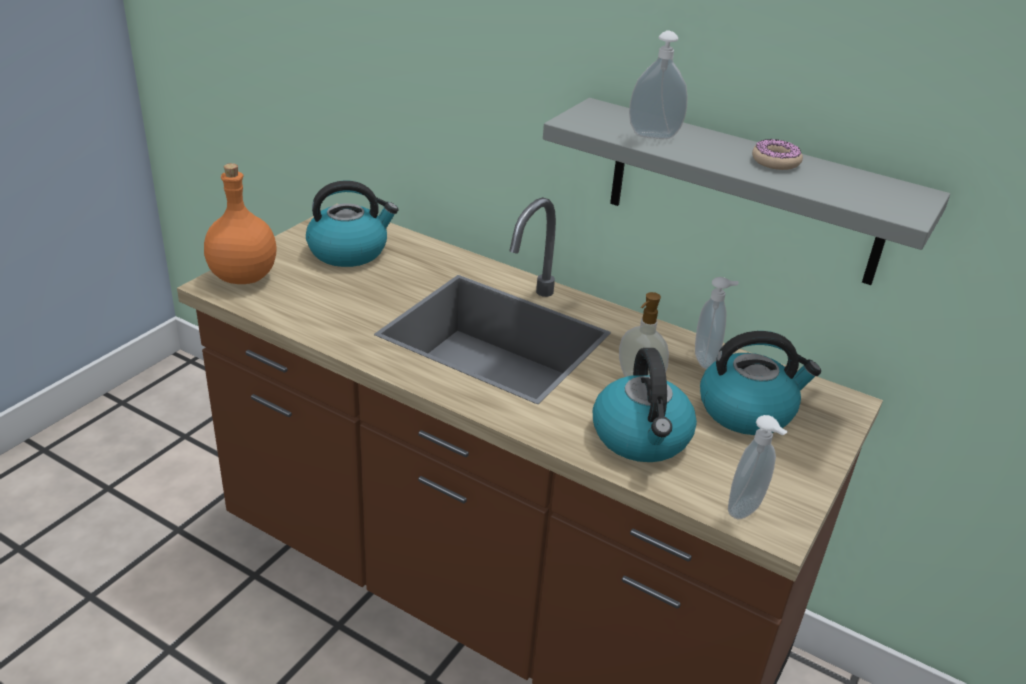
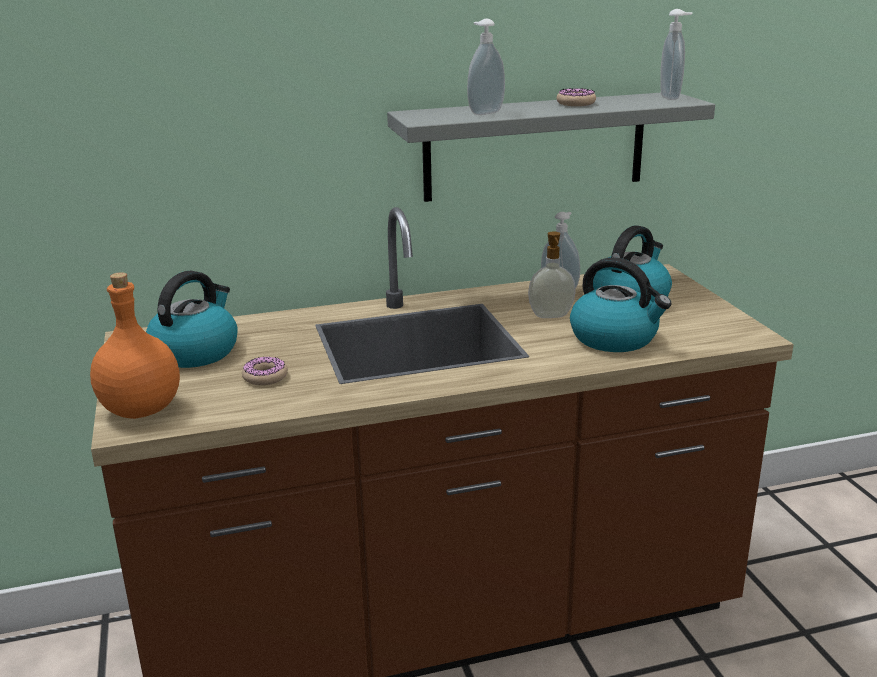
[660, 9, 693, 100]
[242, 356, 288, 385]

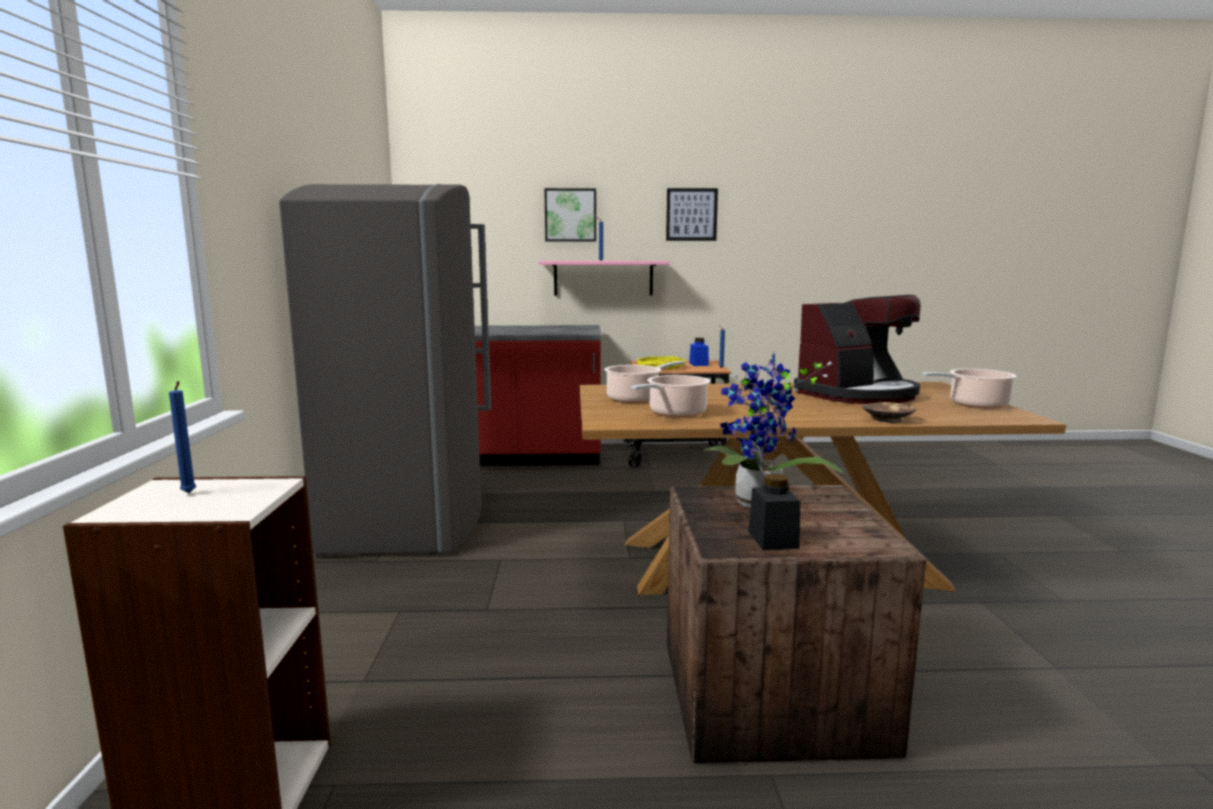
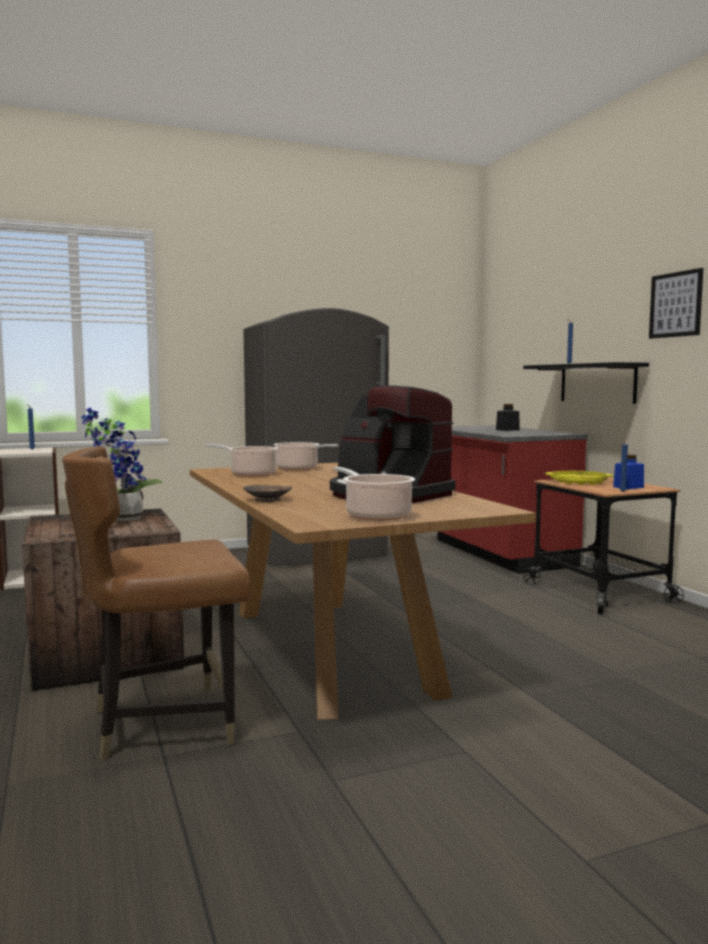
[544, 188, 596, 242] (first image)
[523, 362, 649, 404]
[496, 404, 520, 431]
[62, 446, 251, 760]

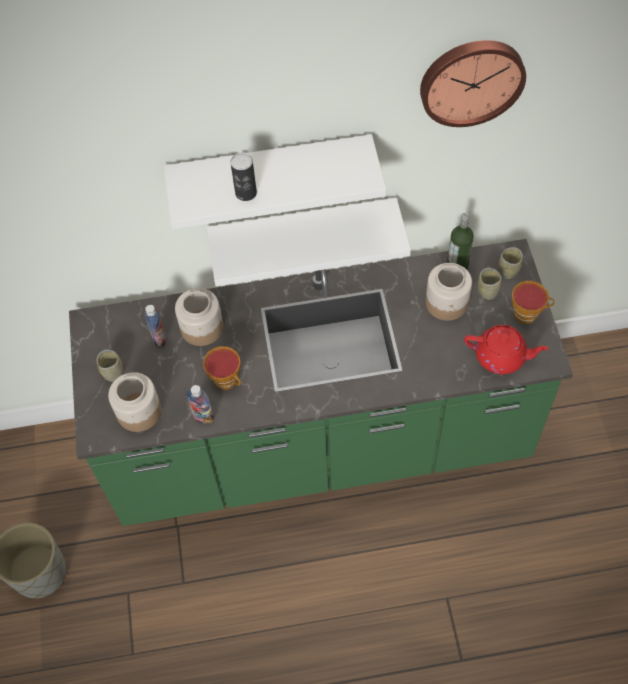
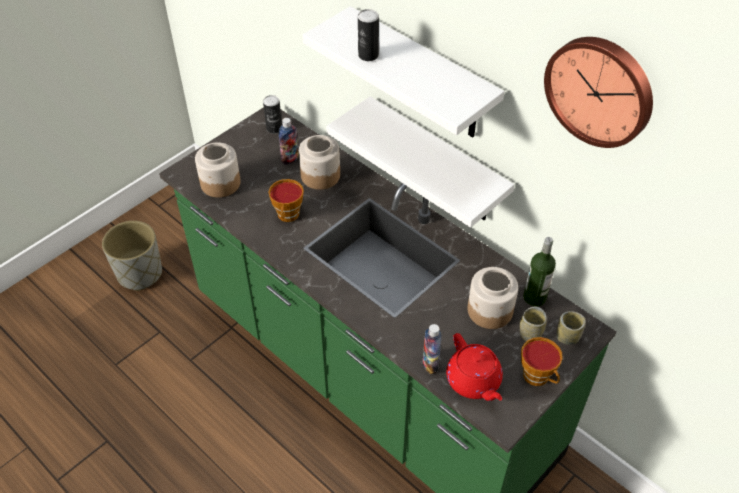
[96, 350, 123, 382] (first image)
[423, 324, 442, 374]
[263, 95, 282, 134]

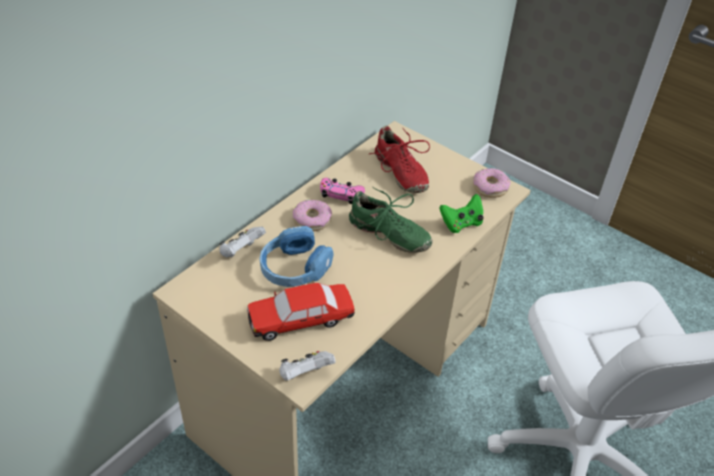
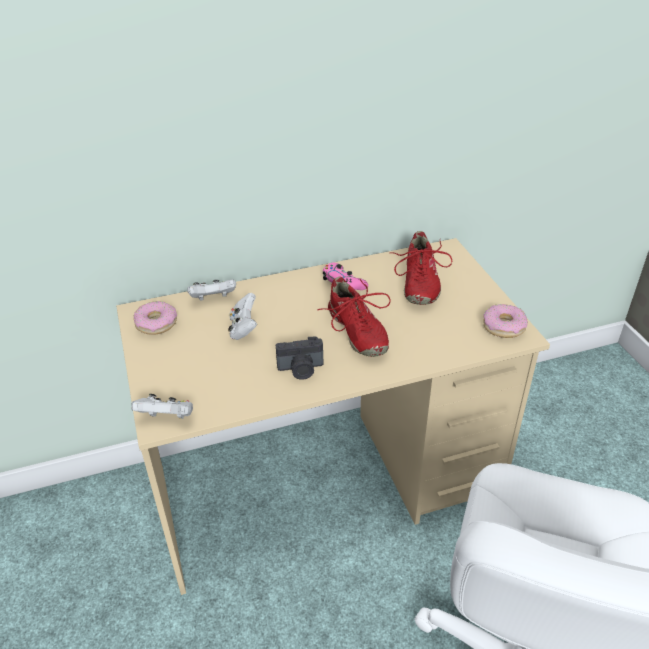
[318, 277, 391, 357]
[439, 194, 484, 233] (first image)
[134, 301, 177, 335]
[228, 293, 257, 340]
[247, 283, 355, 341] (first image)
[276, 337, 323, 380]

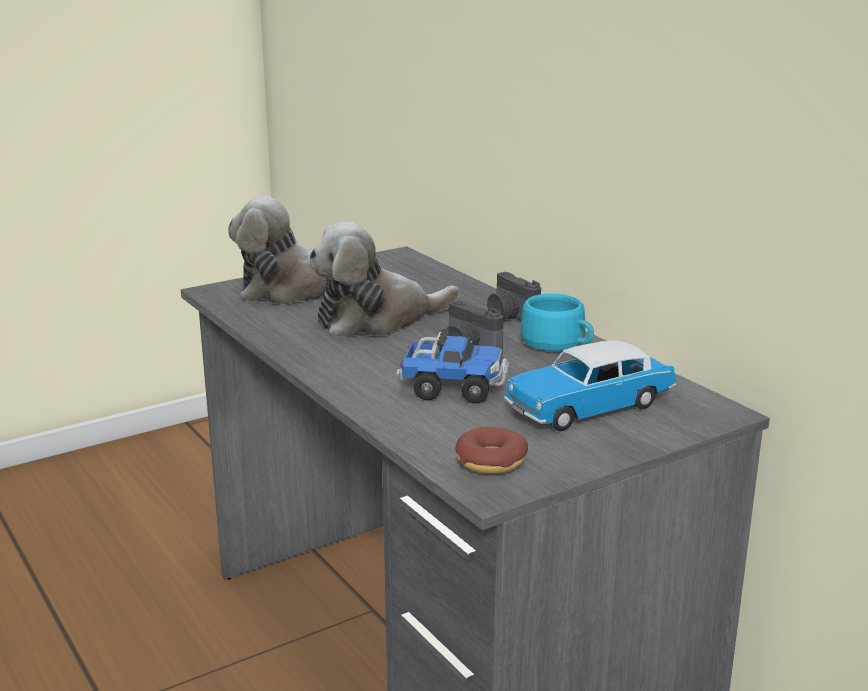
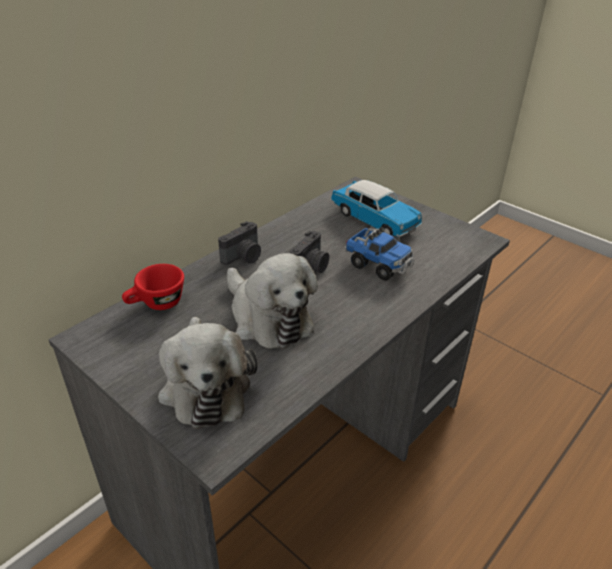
[520, 294, 594, 351] (first image)
[345, 227, 414, 281]
[455, 427, 528, 474] (first image)
[122, 264, 184, 310]

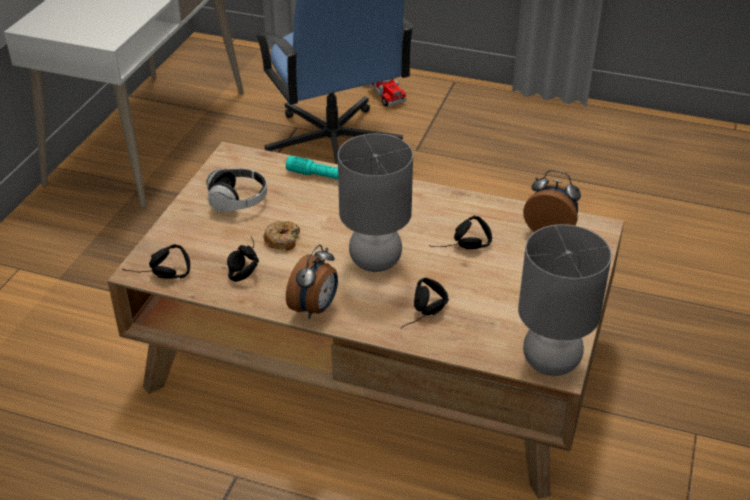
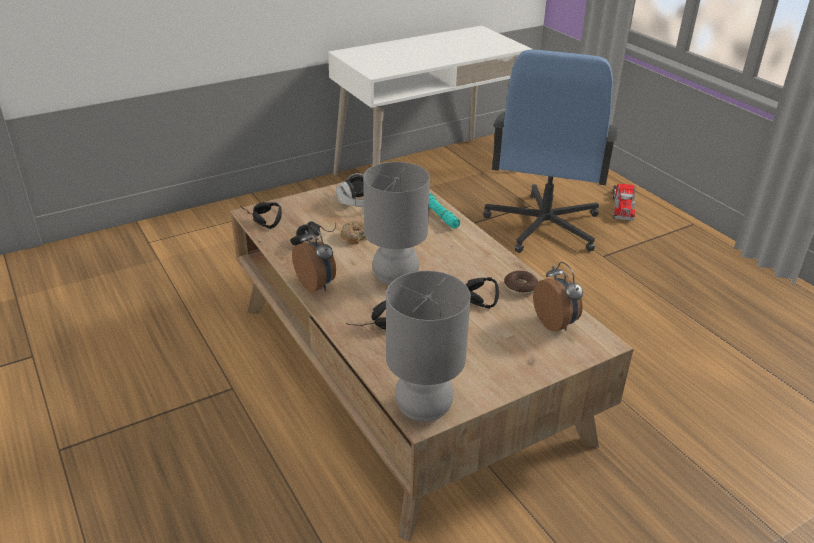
[292, 226, 336, 292]
[504, 271, 538, 296]

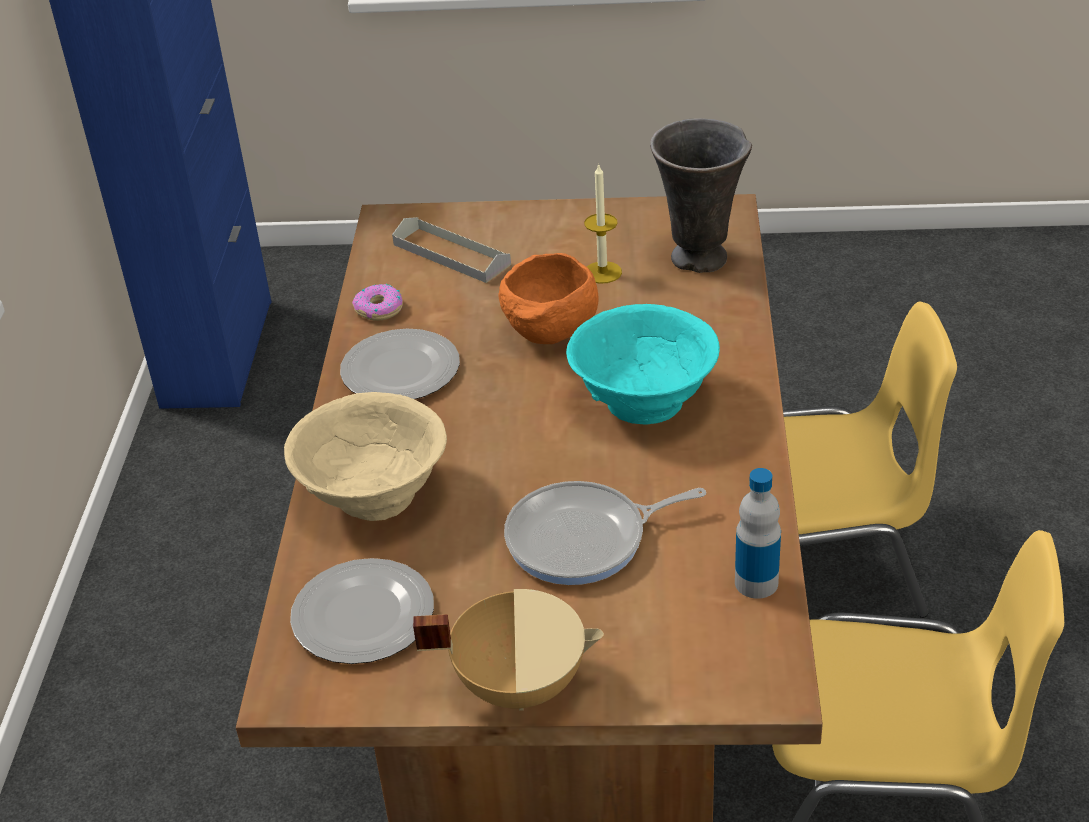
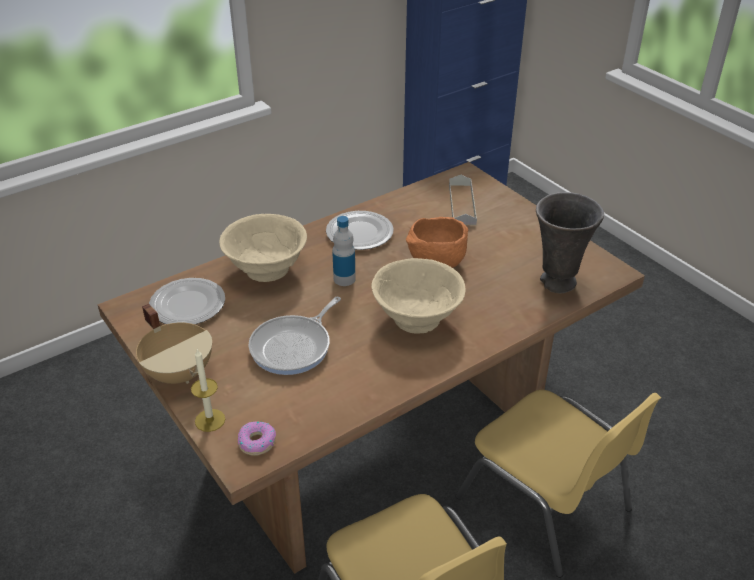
[191, 349, 225, 432]
[238, 421, 276, 456]
[371, 258, 466, 334]
[332, 216, 356, 286]
[249, 297, 341, 375]

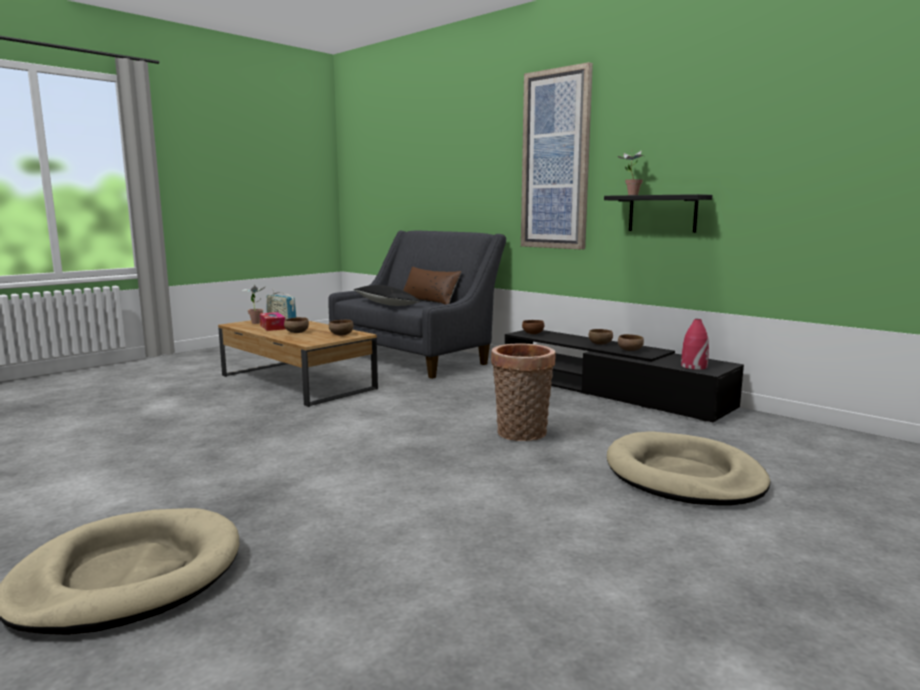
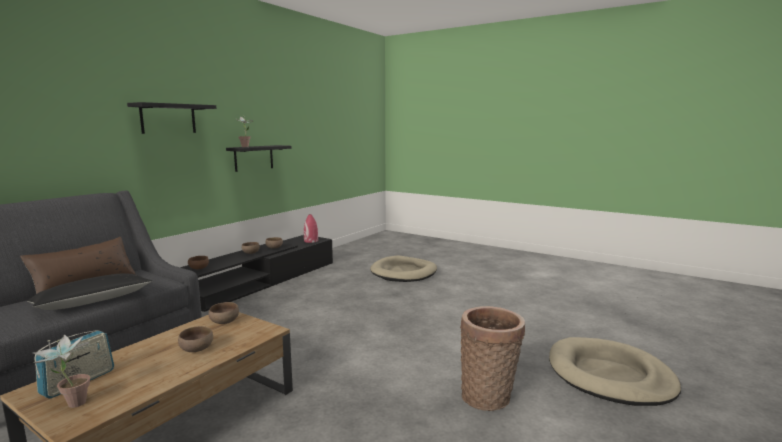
[127, 102, 217, 134]
[260, 312, 286, 331] (first image)
[460, 306, 525, 411]

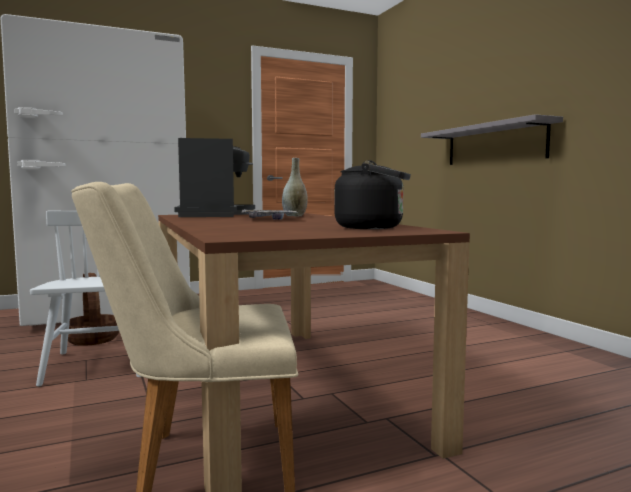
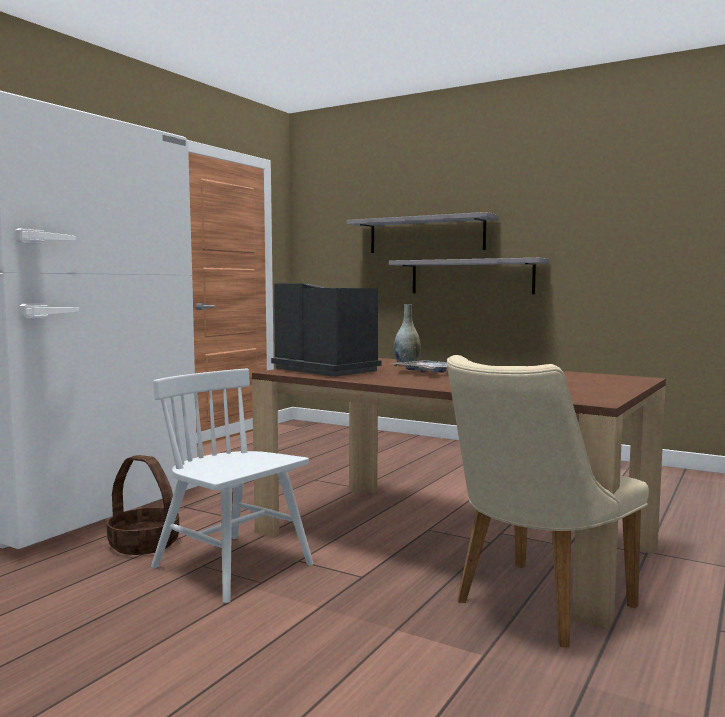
[334, 160, 411, 229] (first image)
[347, 212, 499, 253]

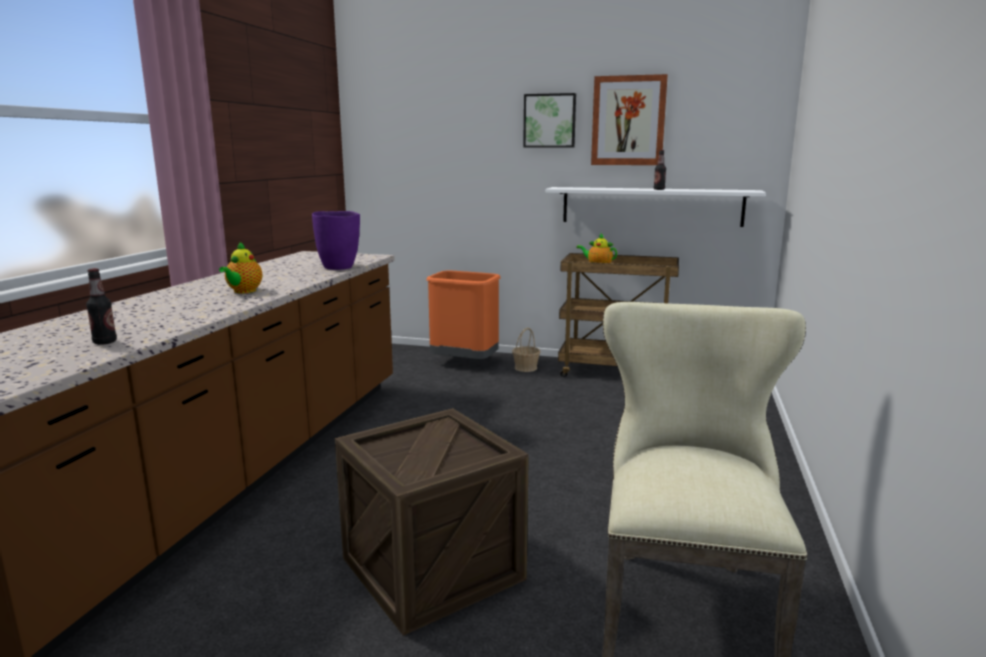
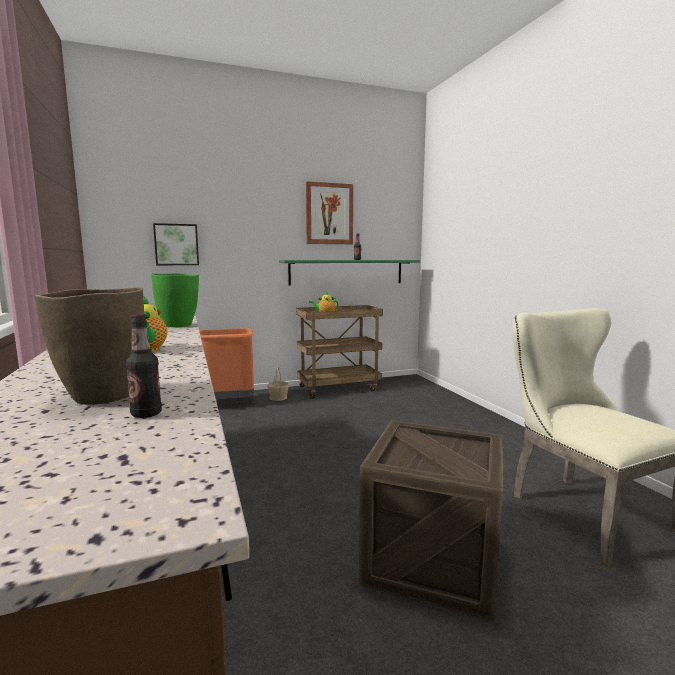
[153, 223, 199, 265]
[279, 260, 420, 286]
[151, 273, 199, 327]
[34, 287, 144, 405]

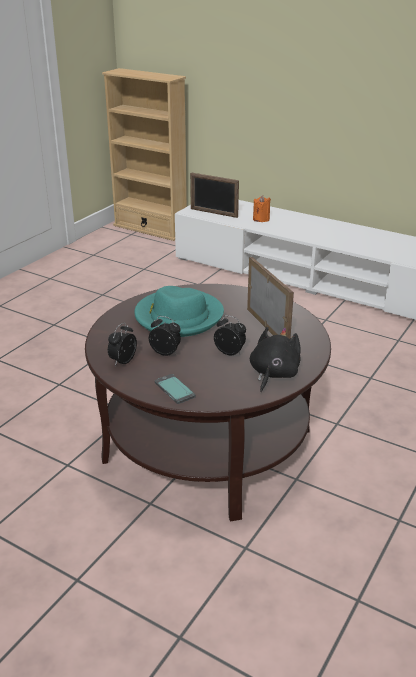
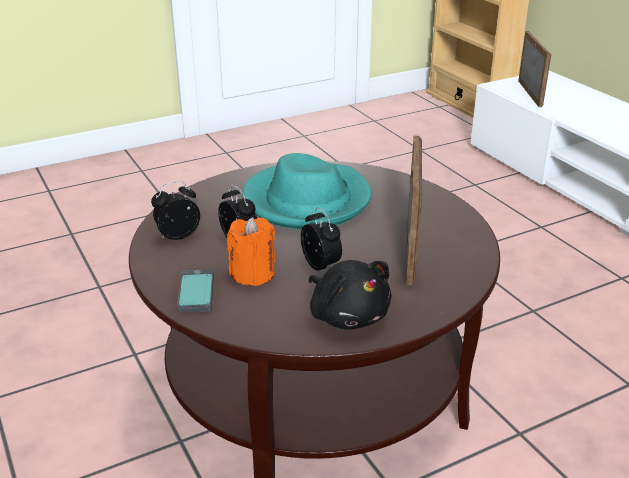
[518, 31, 551, 107]
[227, 217, 275, 286]
[309, 260, 392, 330]

